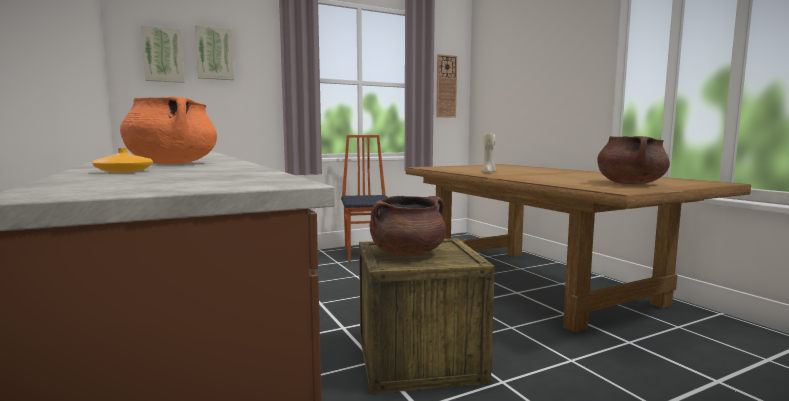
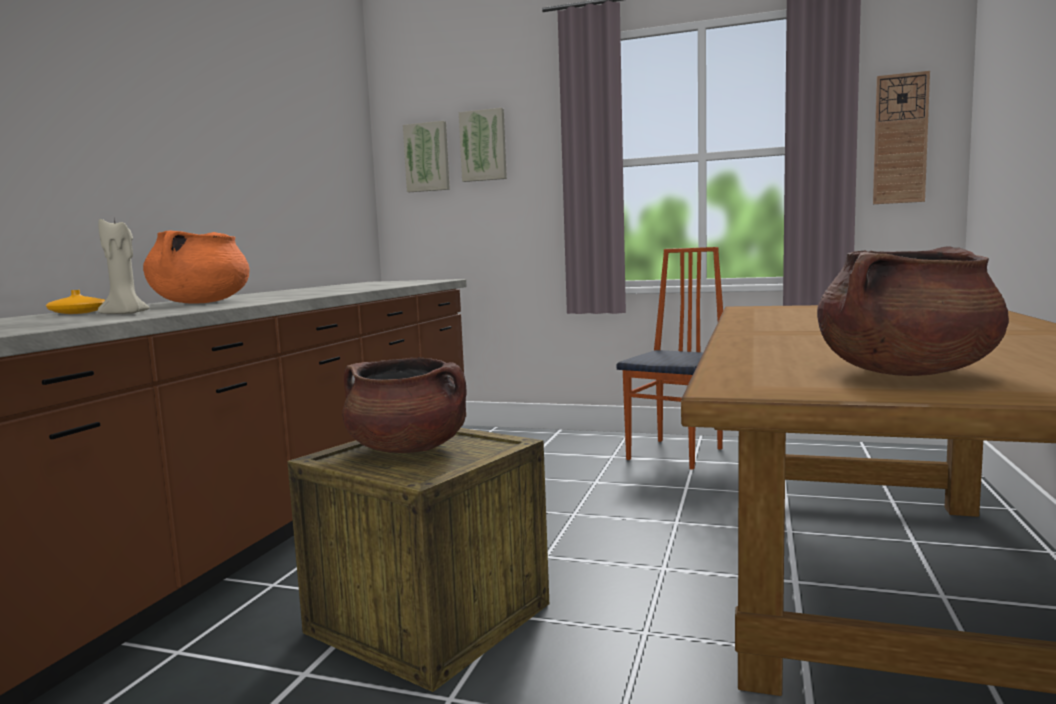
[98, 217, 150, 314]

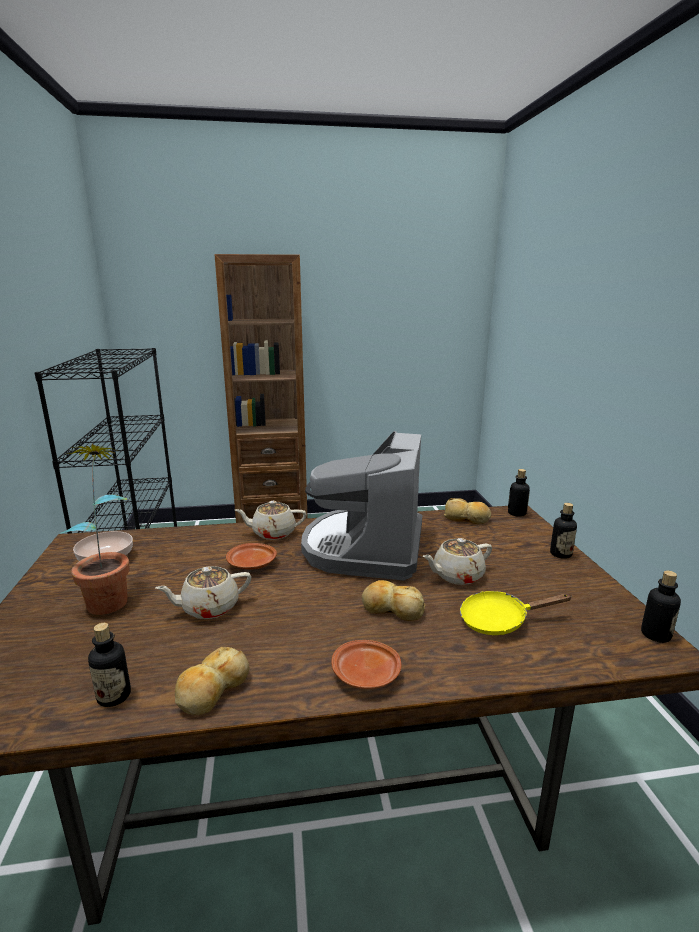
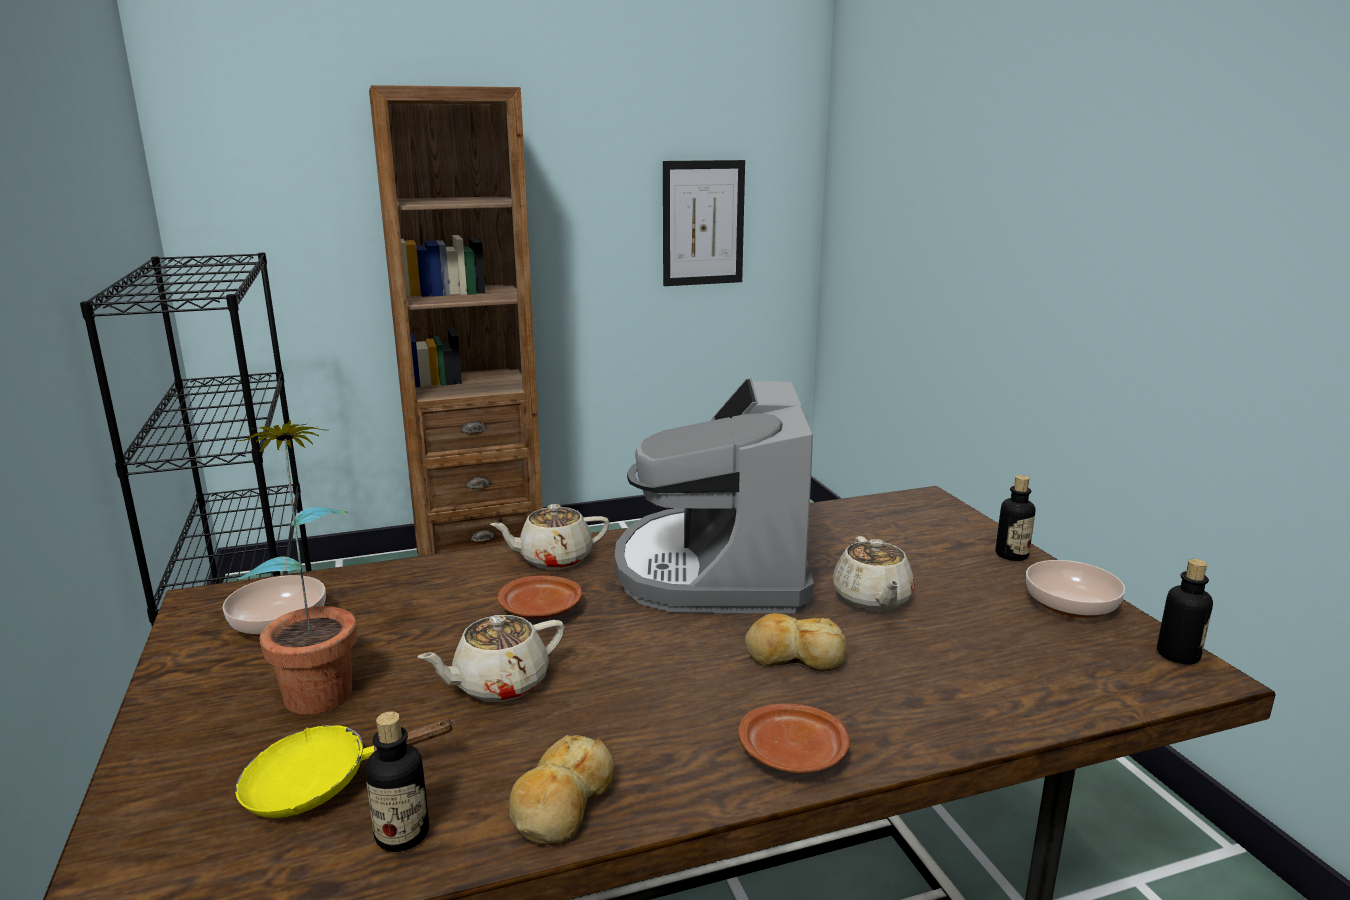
[508, 469, 530, 517] (first image)
[444, 498, 491, 524] (first image)
[833, 536, 915, 611]
[235, 719, 455, 818]
[663, 160, 745, 286]
[1026, 560, 1125, 619]

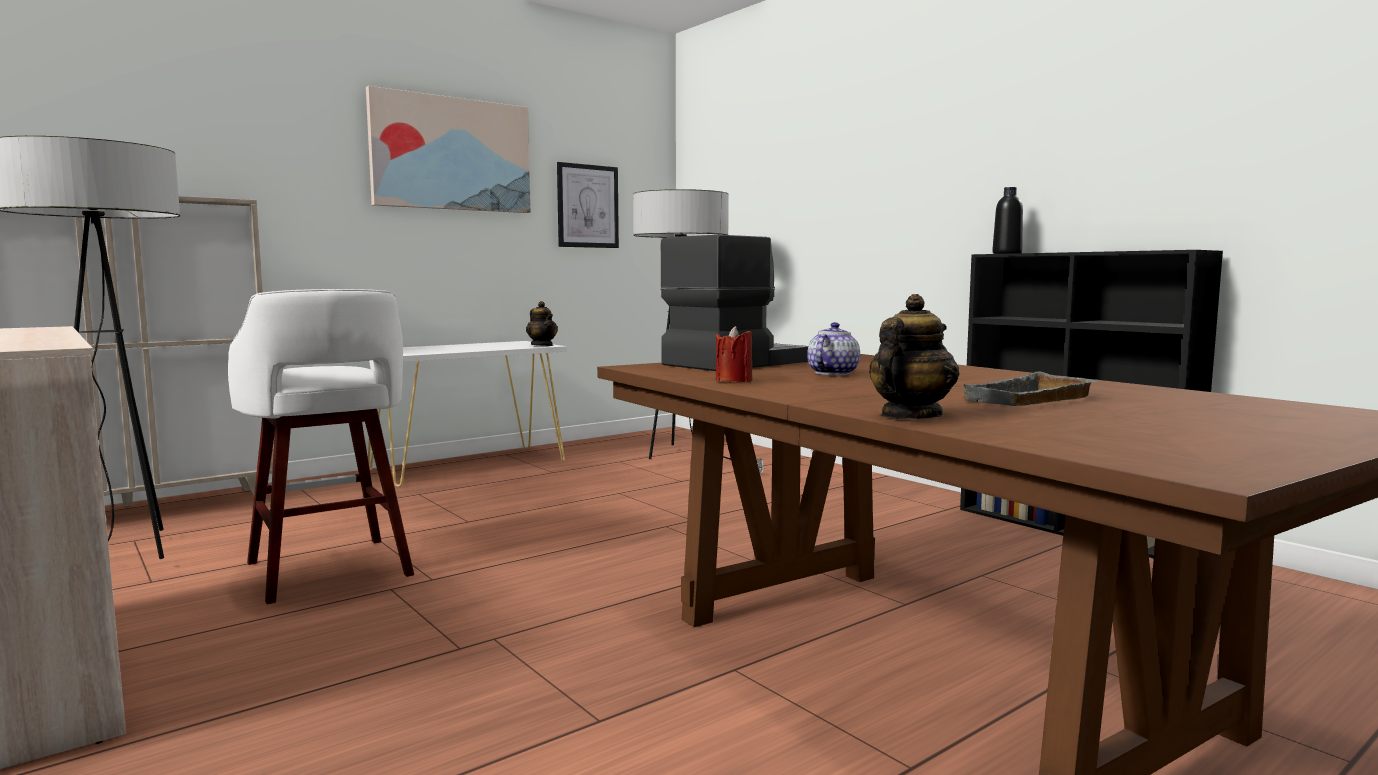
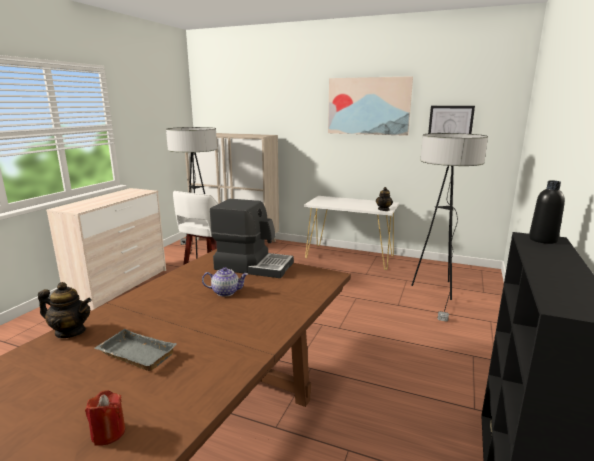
[85, 390, 125, 446]

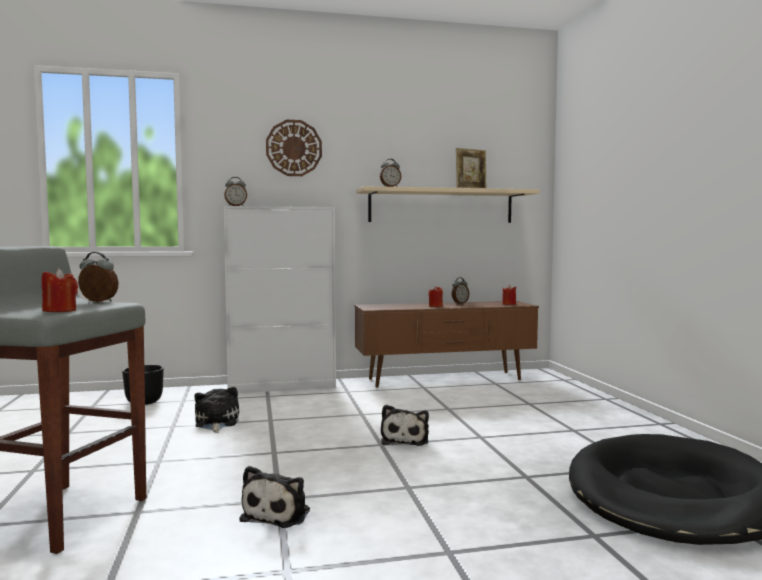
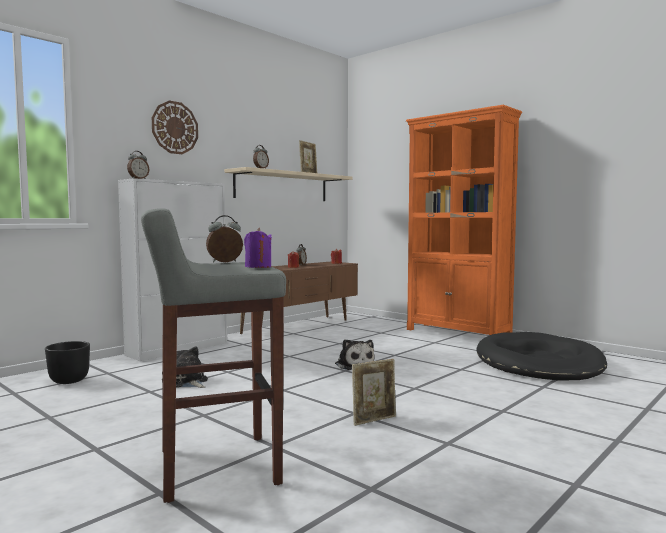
[244, 228, 272, 268]
[352, 359, 396, 426]
[406, 105, 522, 335]

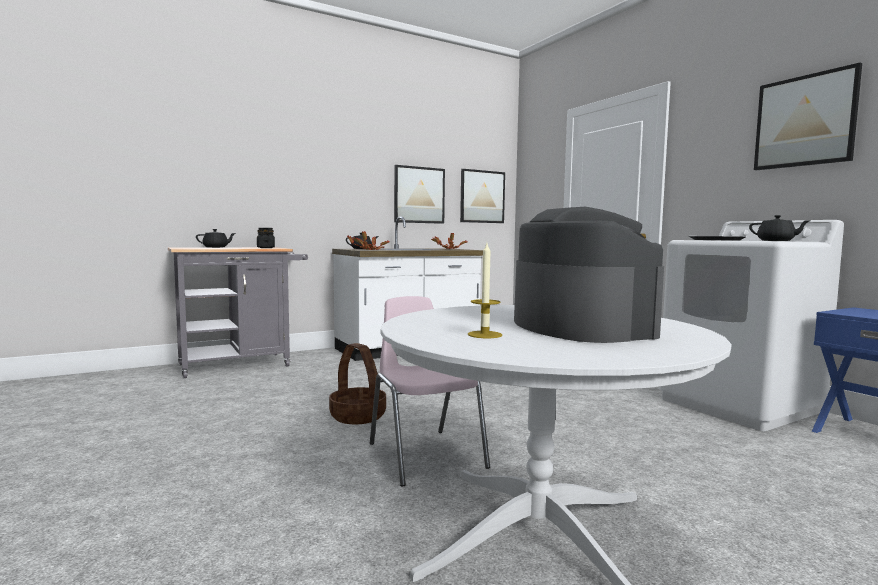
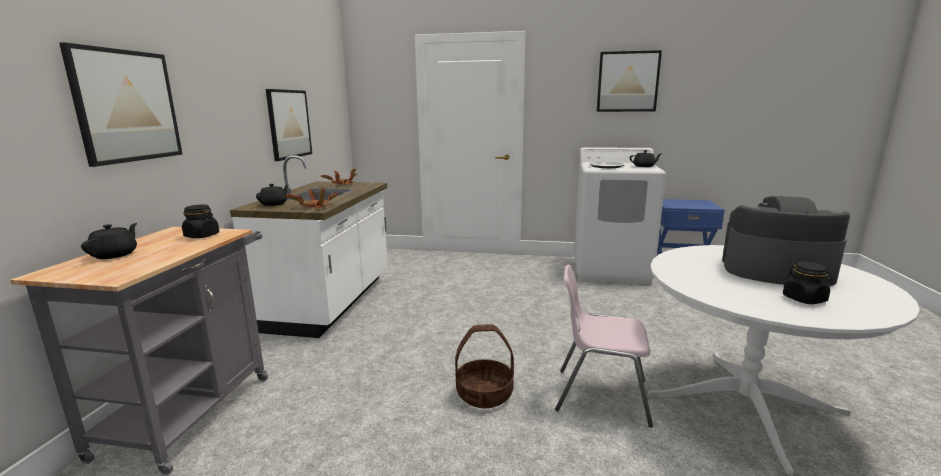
[59, 42, 183, 167]
[783, 261, 833, 304]

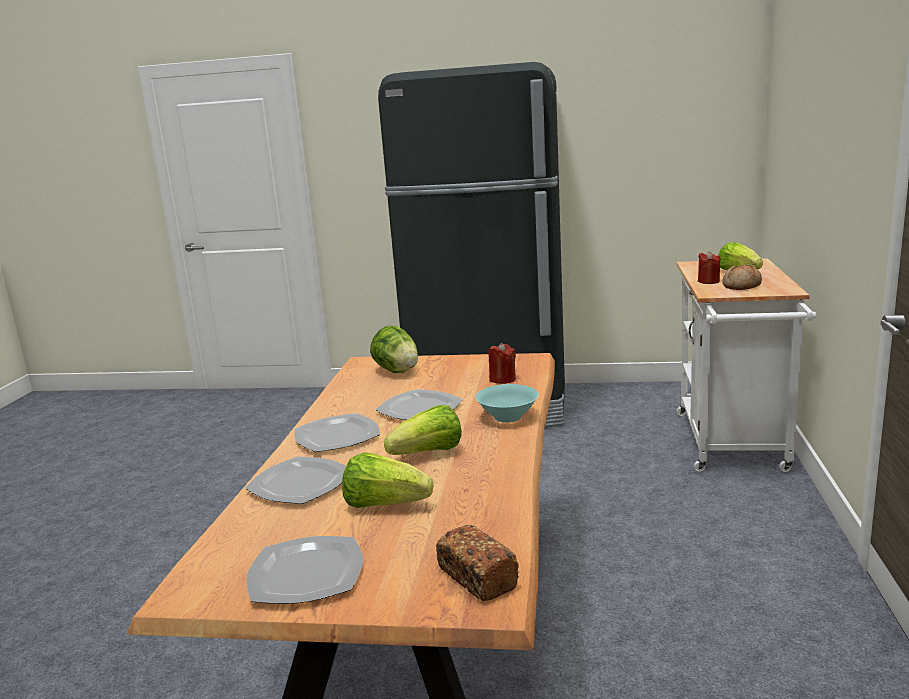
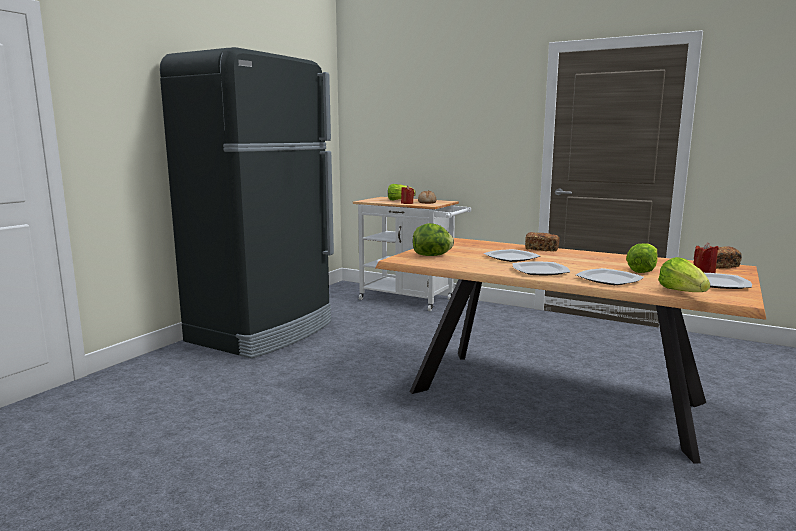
[693, 243, 719, 273]
[525, 232, 560, 252]
[658, 257, 710, 292]

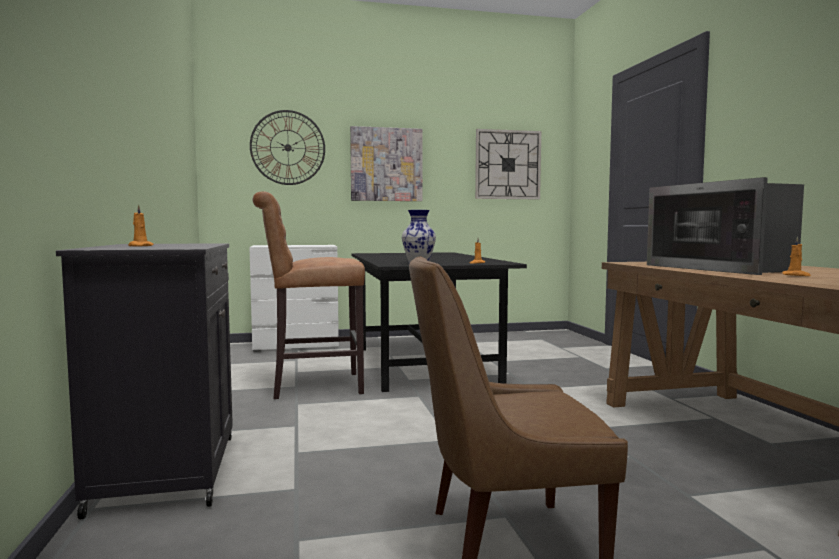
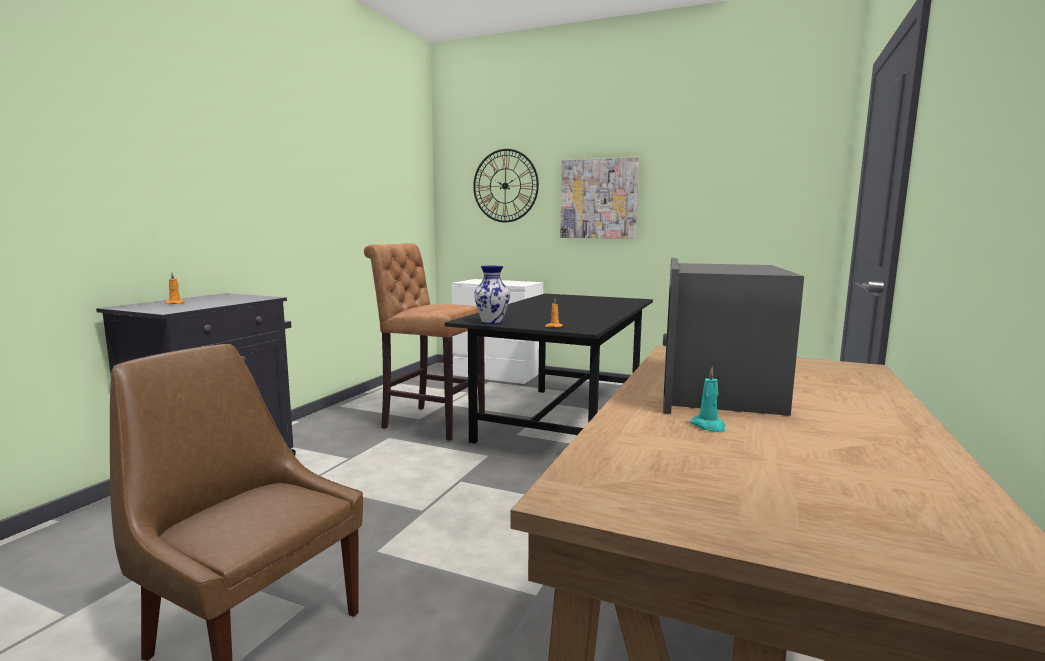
[475, 129, 541, 199] (first image)
[690, 367, 725, 432]

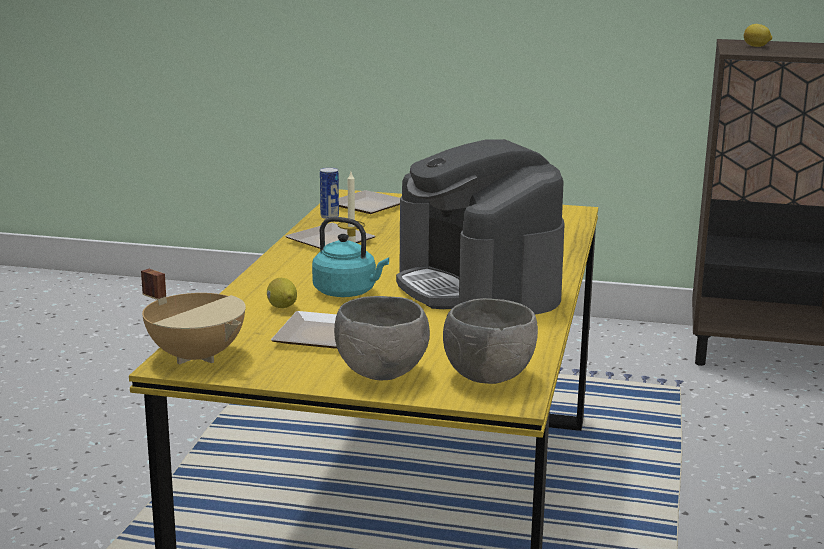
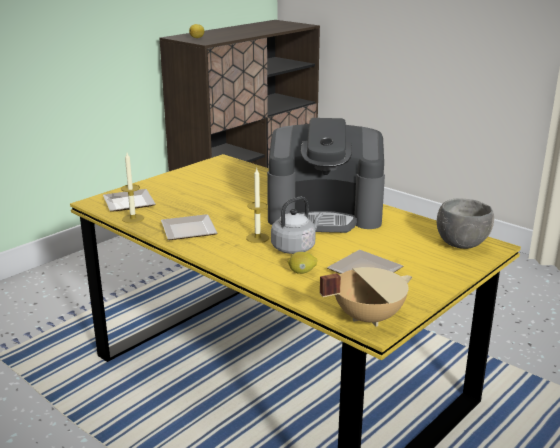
[121, 153, 144, 223]
[271, 196, 323, 254]
[334, 296, 430, 380] (first image)

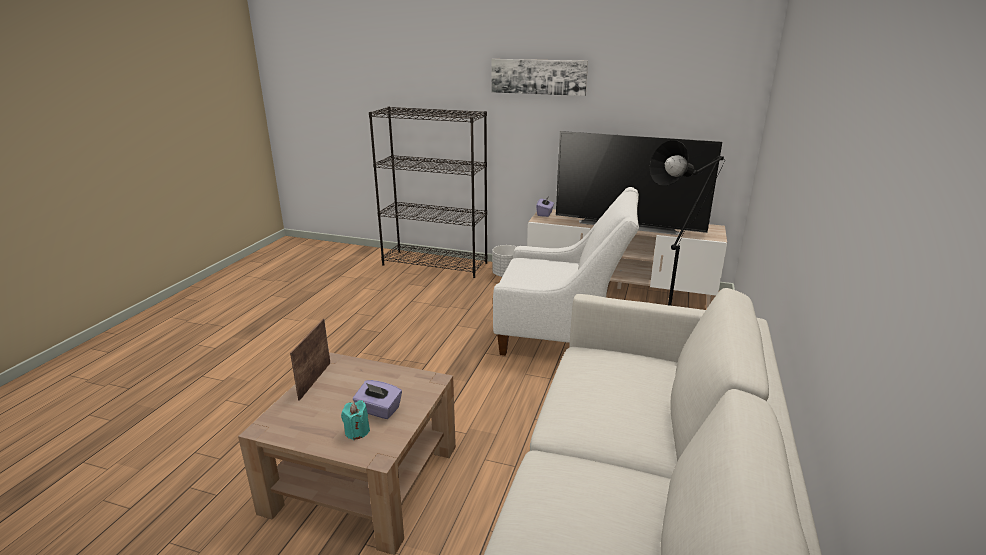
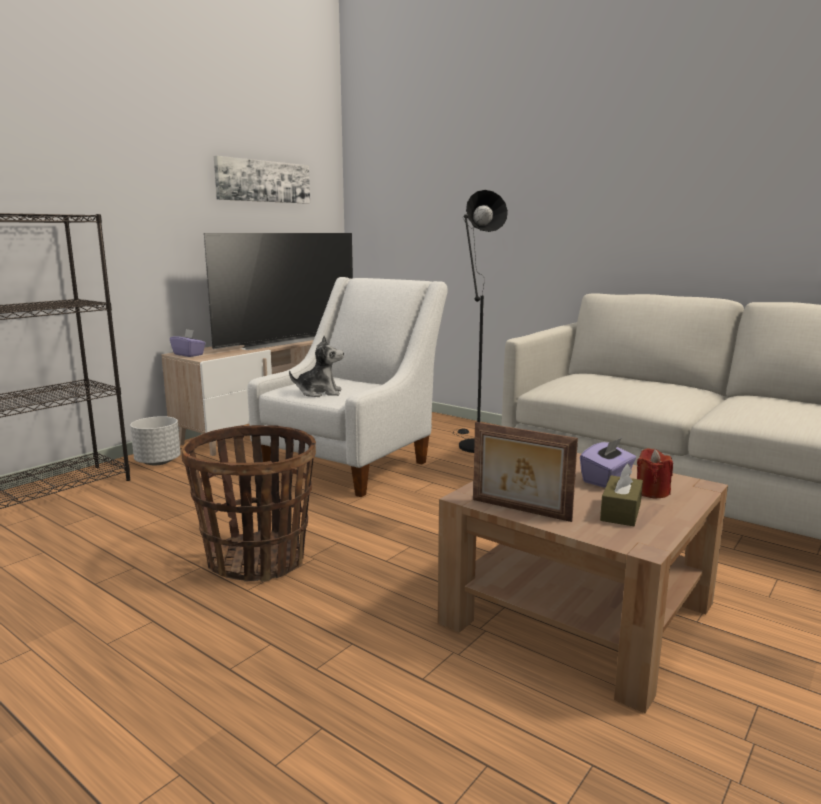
[214, 156, 310, 204]
[637, 448, 673, 498]
[289, 335, 344, 397]
[182, 425, 316, 582]
[600, 464, 643, 526]

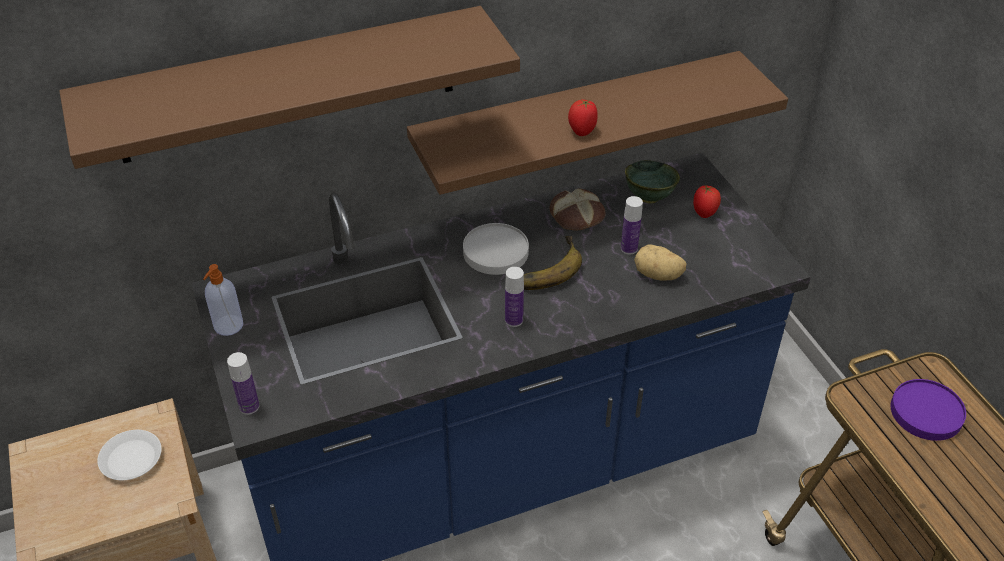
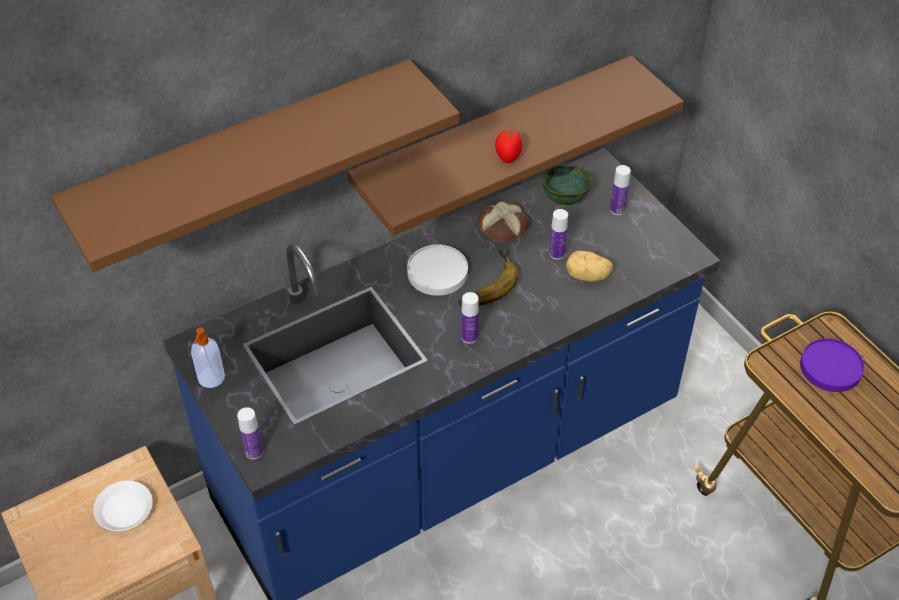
[610, 165, 631, 215]

